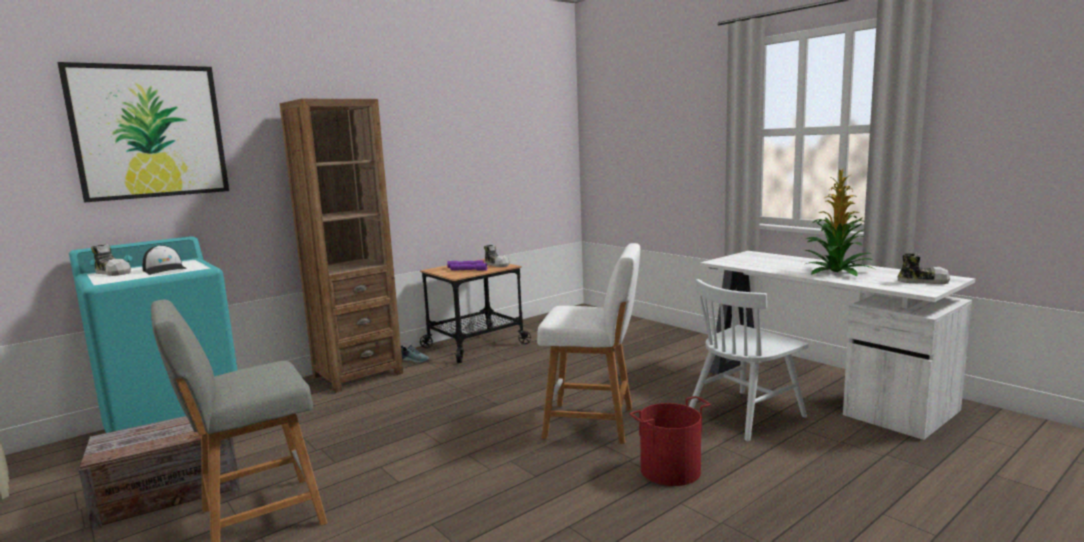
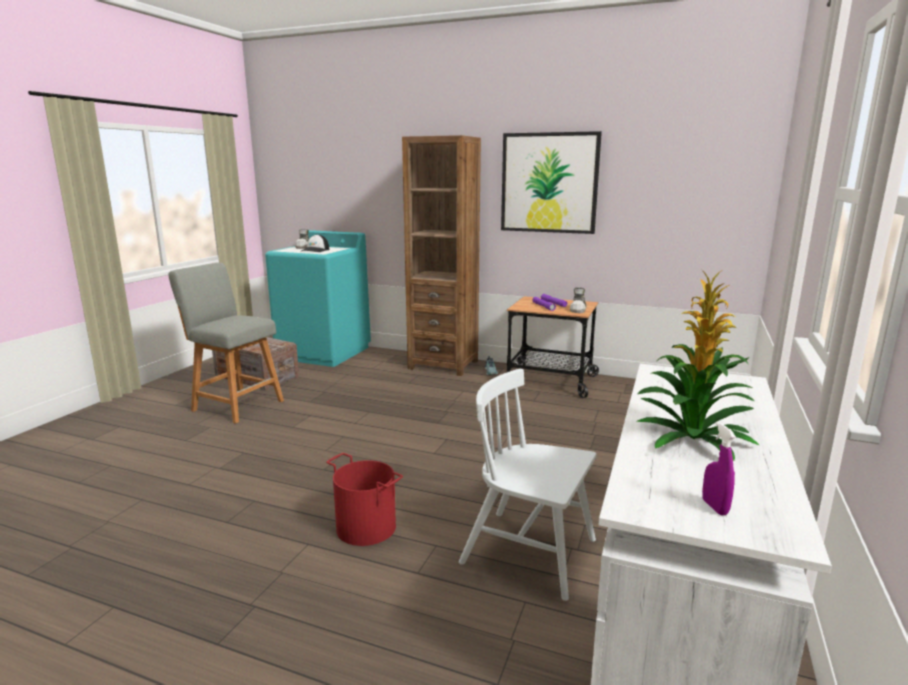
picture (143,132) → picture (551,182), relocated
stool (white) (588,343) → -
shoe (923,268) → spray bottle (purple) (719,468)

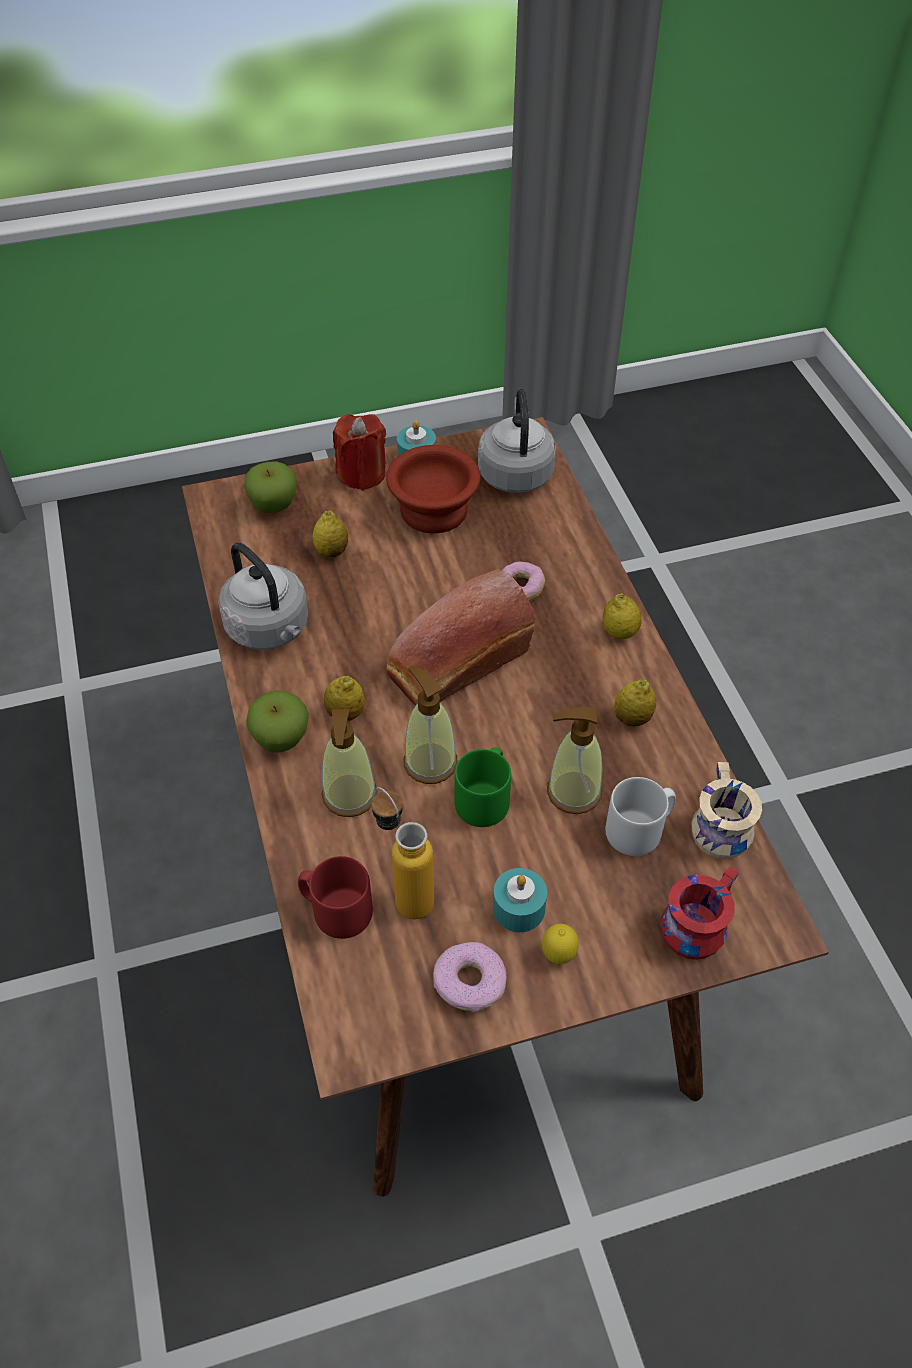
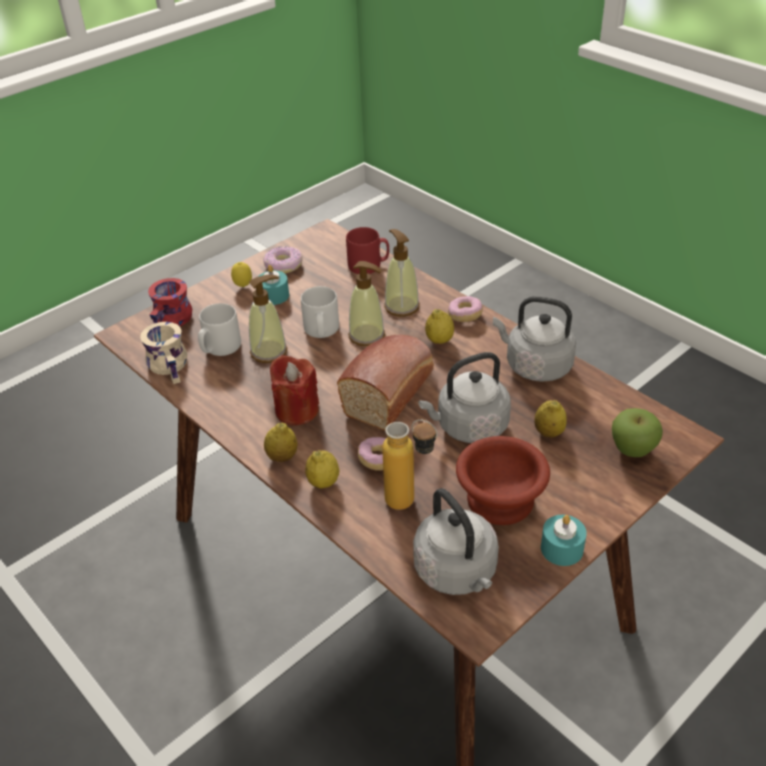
apple (277,721) → donut (465,309)
candle (red) (359,452) → candle (red) (294,390), relocated
bottle (403,853) → bottle (409,464), relocated
mug (green) (482,787) → mug (grey) (320,312)
lemon (635,702) → lemon (322,469), relocated
- → kettle (grey) (464,397)

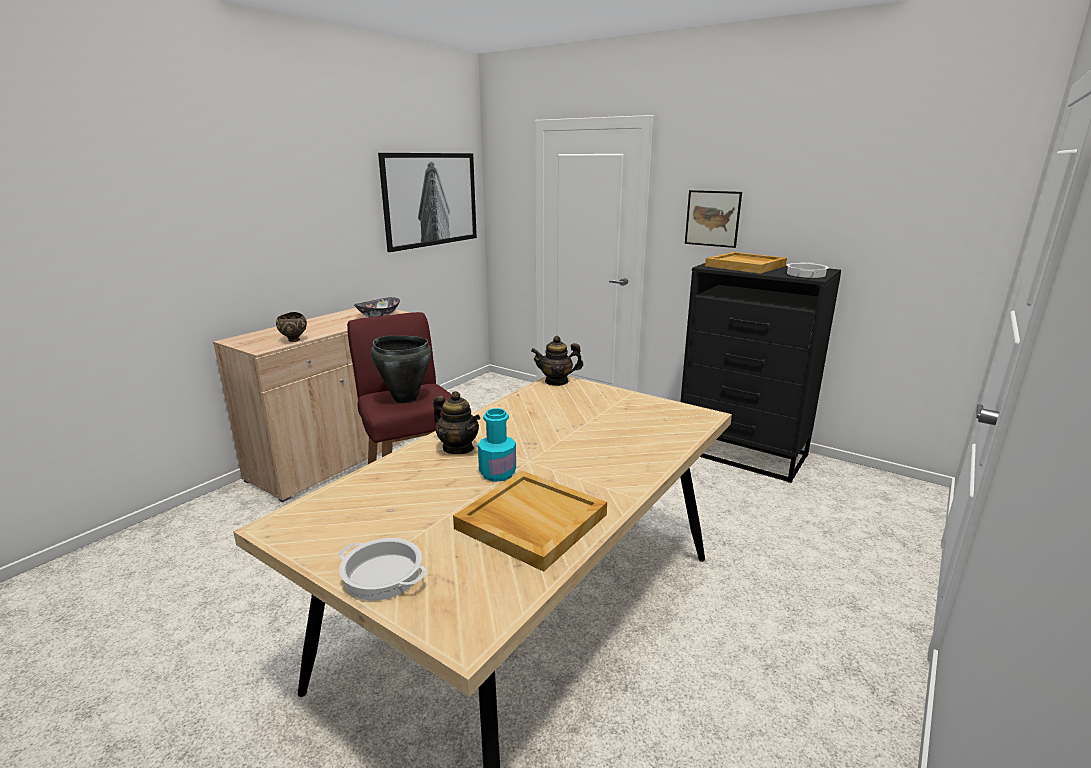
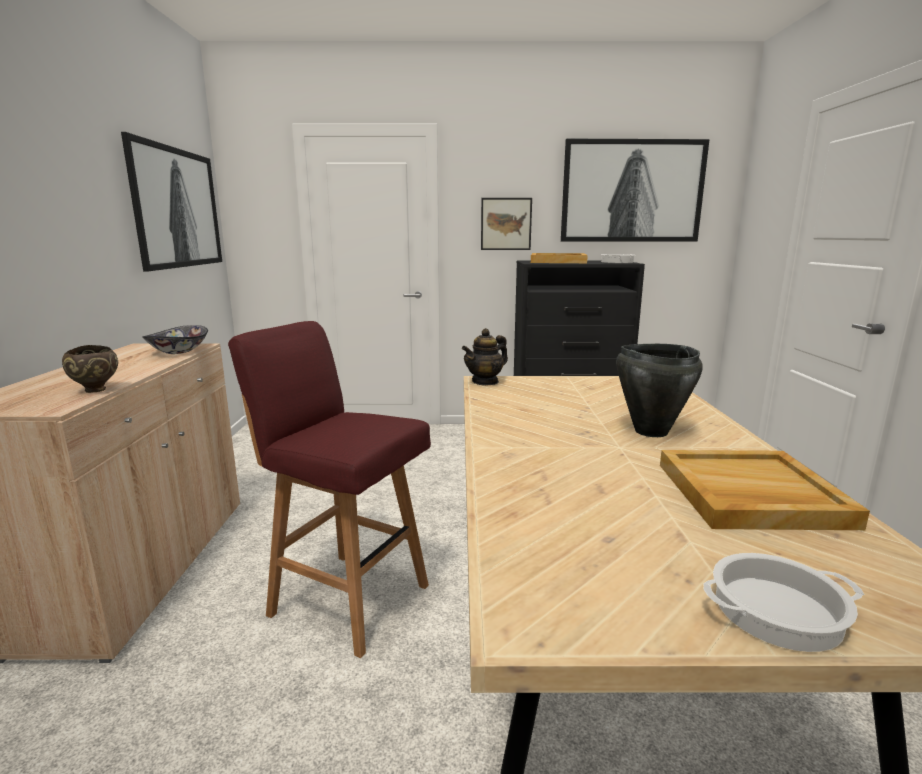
cooking pot (black) (401,369) → cooking pot (black) (659,390), relocated
teapot (456,422) → -
bottle (turquoise) (497,445) → -
- → picture (635,190)

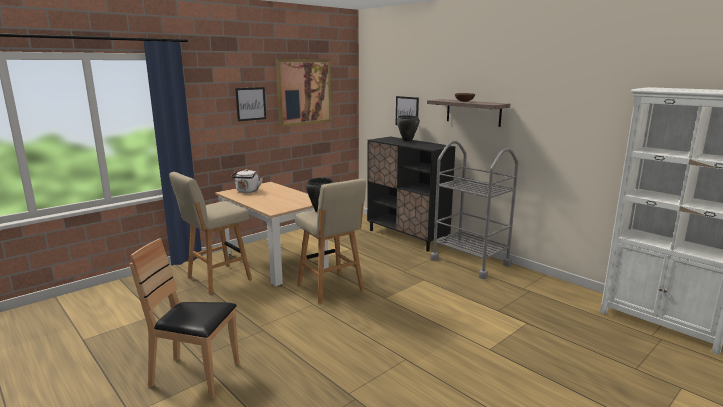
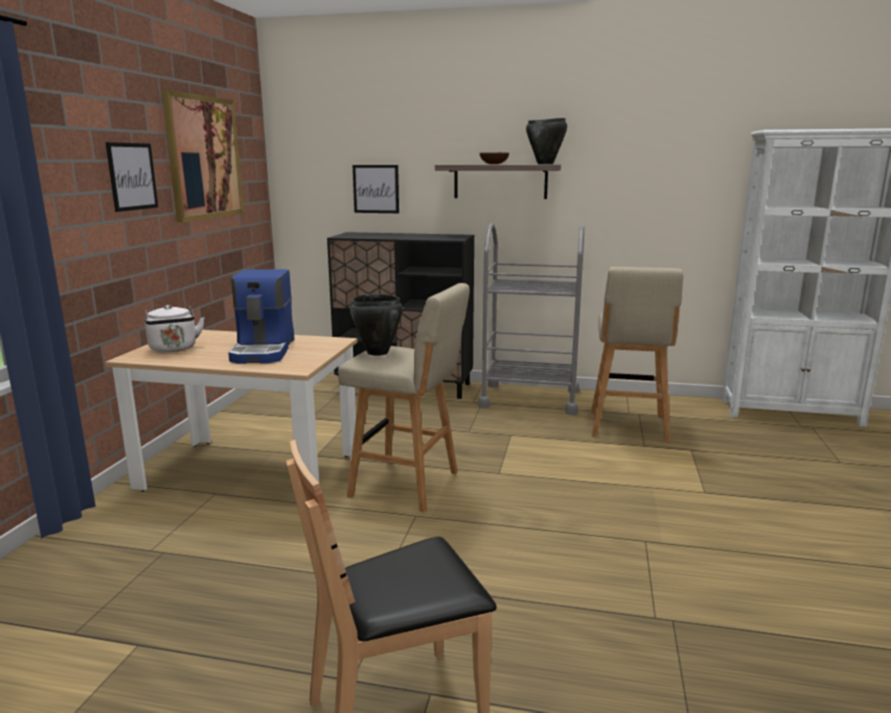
stool (beige) (210,233) → stool (beige) (637,355), relocated
cooking pot (black) (408,128) → cooking pot (black) (546,141), relocated
- → coffee machine (261,316)

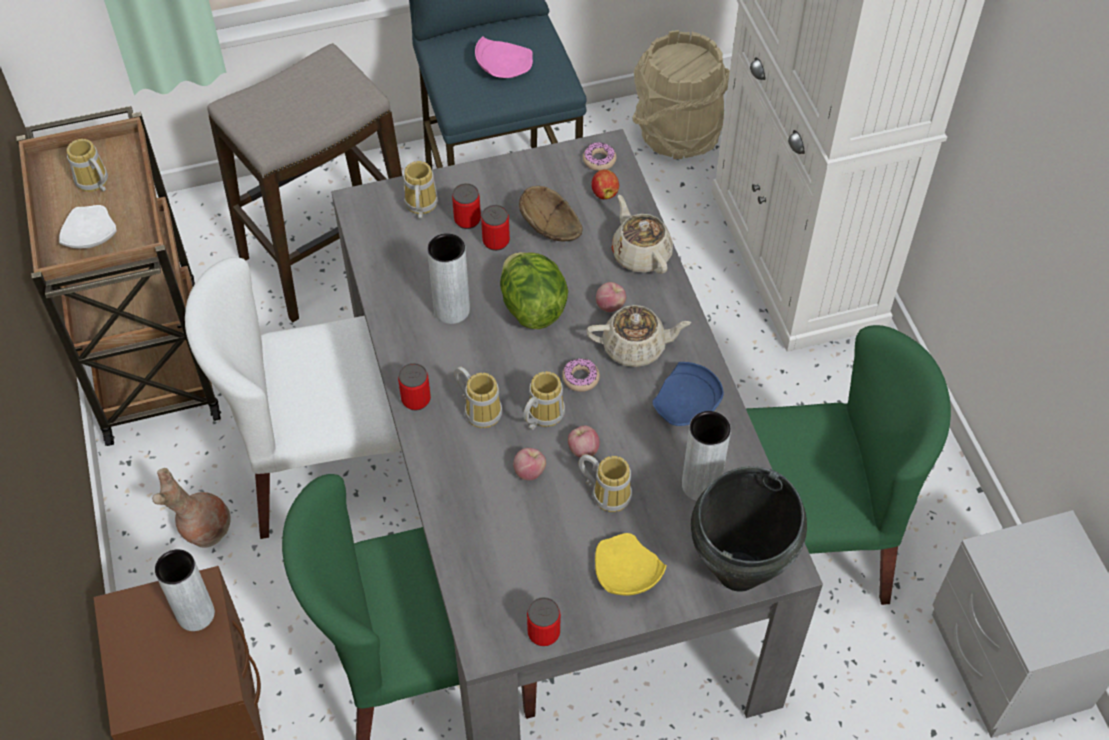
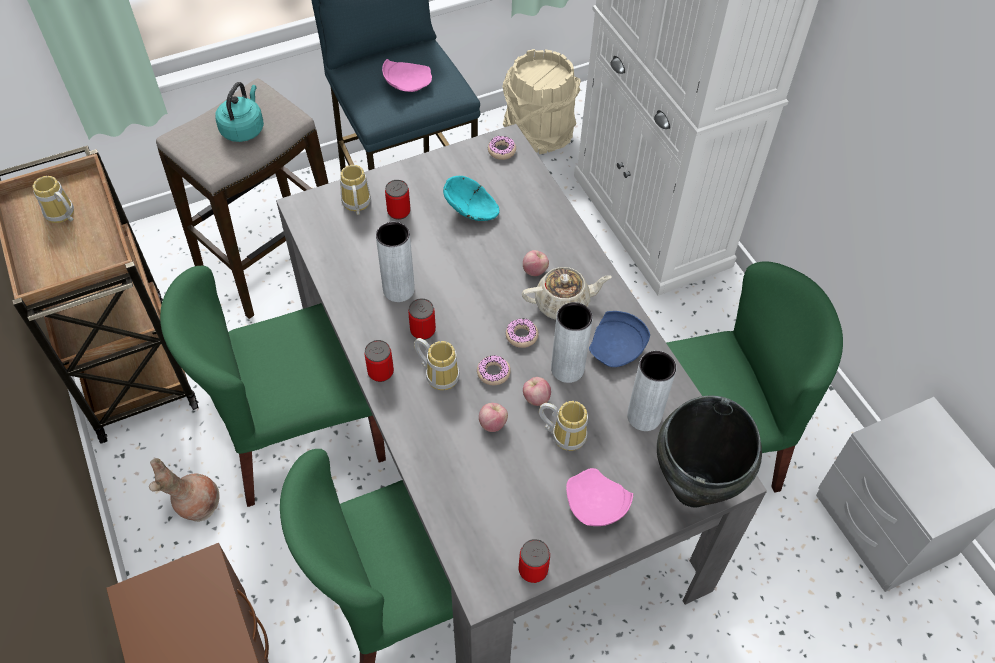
plate (white) (88,227) → -
vase (grey) (185,590) → vase (grey) (572,342), relocated
chair (white) (293,398) → chair (green) (273,386)
can (495,228) → can (422,319), relocated
lettuce (534,290) → -
bowl (brown) (551,213) → bowl (turquoise) (471,198)
mug (544,400) → donut (494,370)
apple (605,184) → -
plate (yellow) (631,564) → plate (pink) (599,497)
teapot (beige) (642,234) → -
- → kettle (turquoise) (239,112)

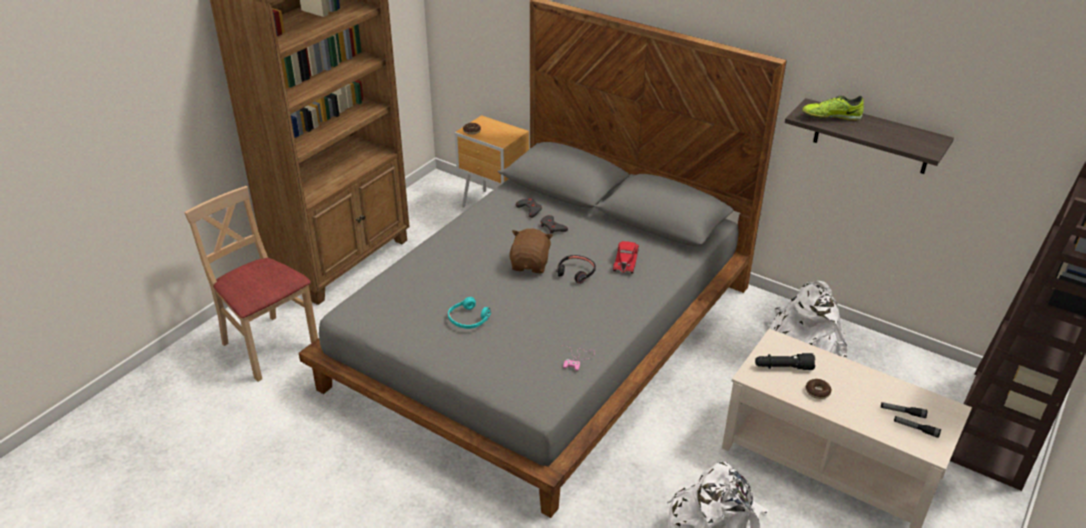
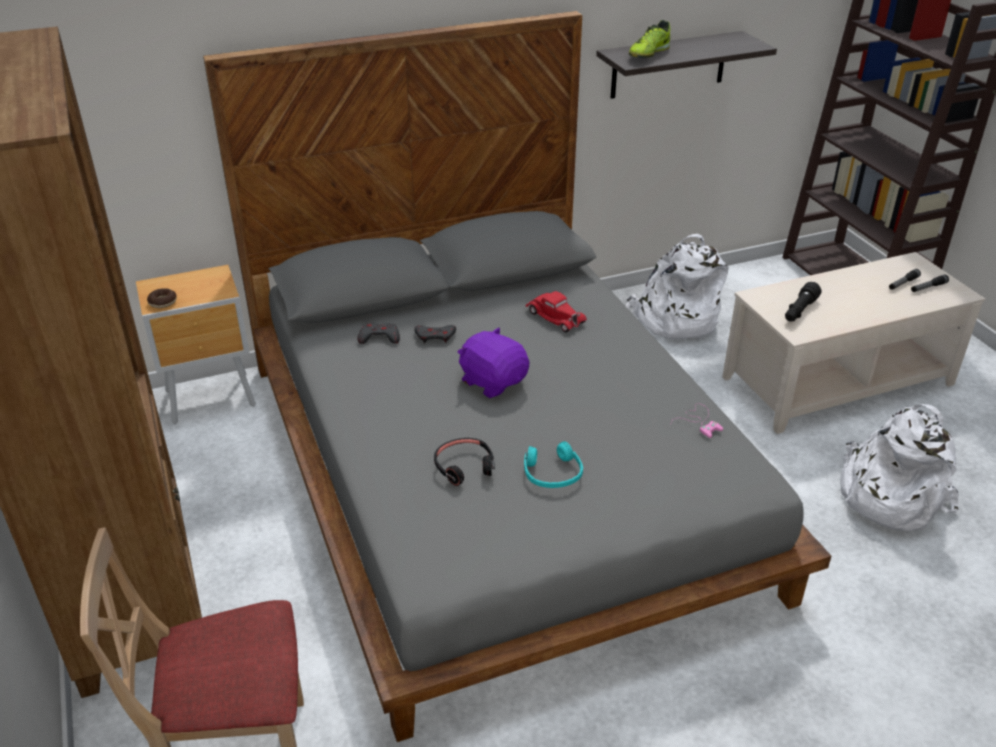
plush toy (brown) (531,251) → plush toy (purple) (493,363)
headphones (black) (576,269) → headphones (black) (464,462), relocated
donut (819,389) → -

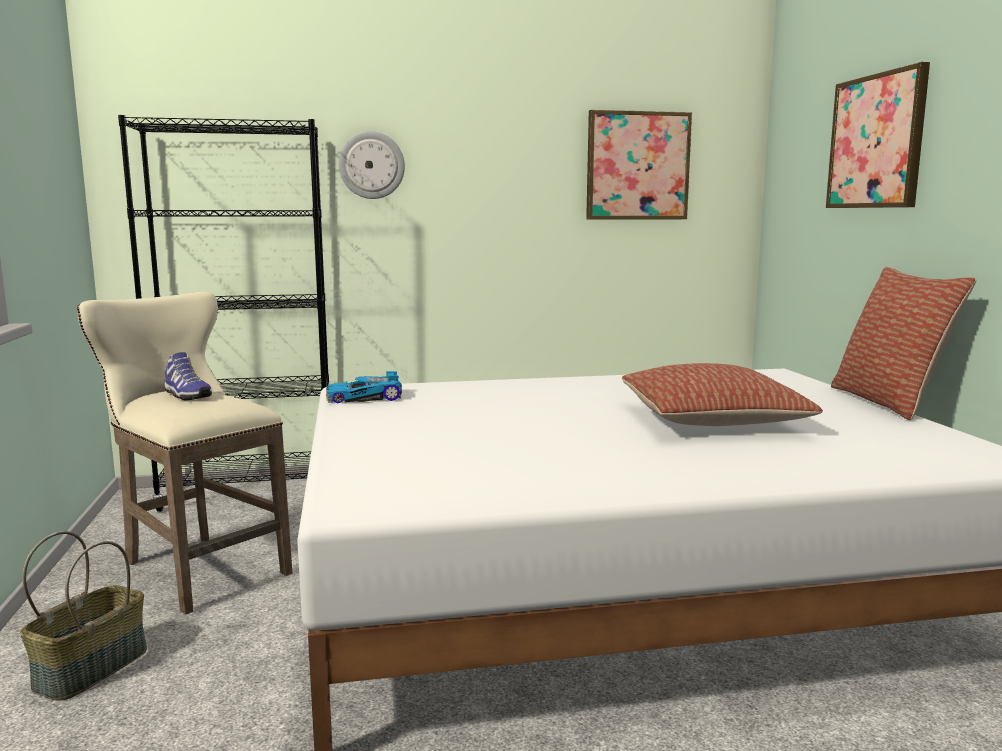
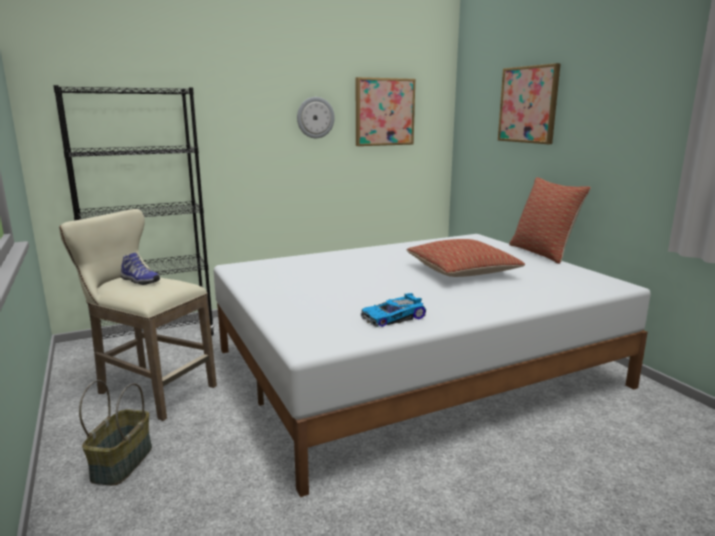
toy car (364,387) → toy car (393,310), relocated
wall clock (372,165) → wall clock (316,117), relocated

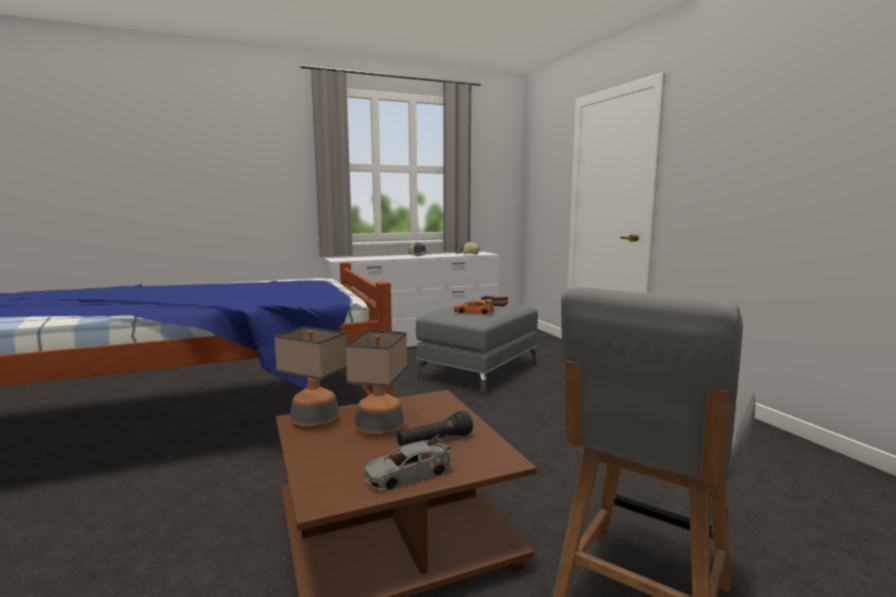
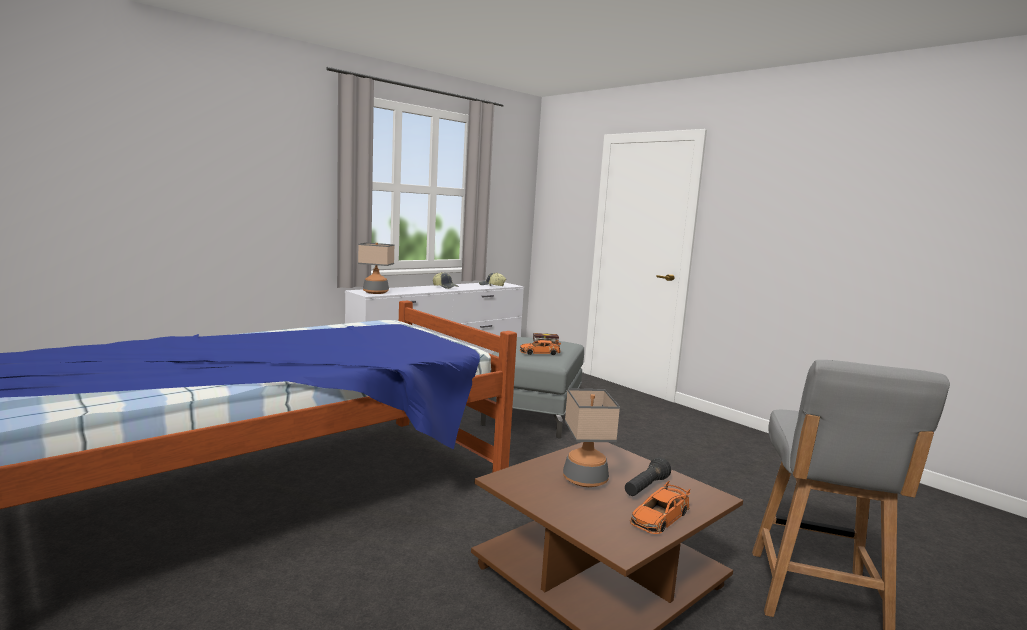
table lamp (310,377) → table lamp (376,268), relocated
toy car (grey) (408,462) → toy car (orange) (660,507)

